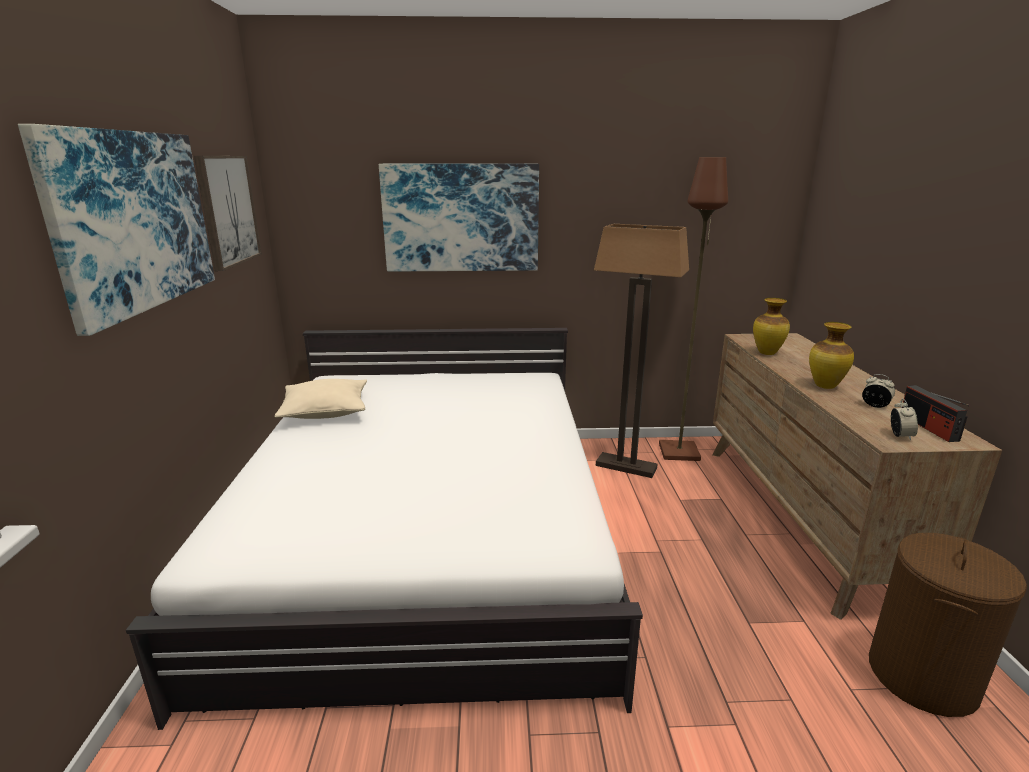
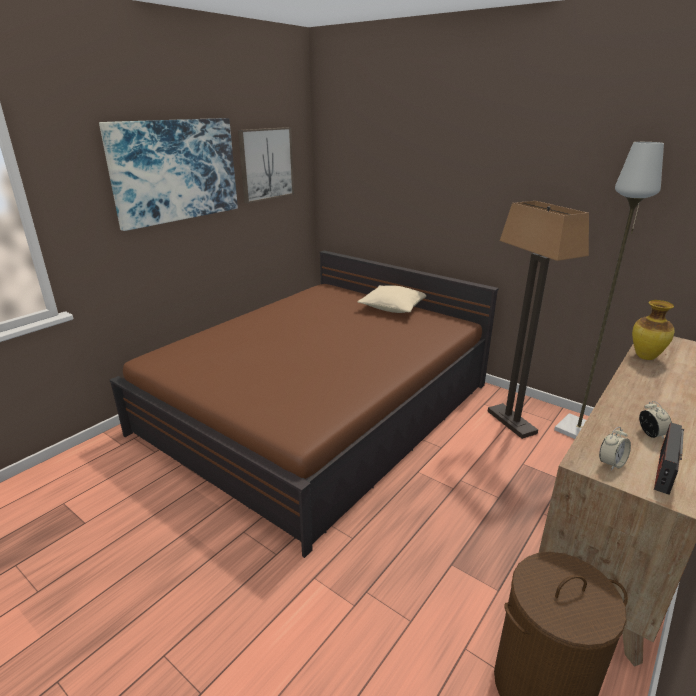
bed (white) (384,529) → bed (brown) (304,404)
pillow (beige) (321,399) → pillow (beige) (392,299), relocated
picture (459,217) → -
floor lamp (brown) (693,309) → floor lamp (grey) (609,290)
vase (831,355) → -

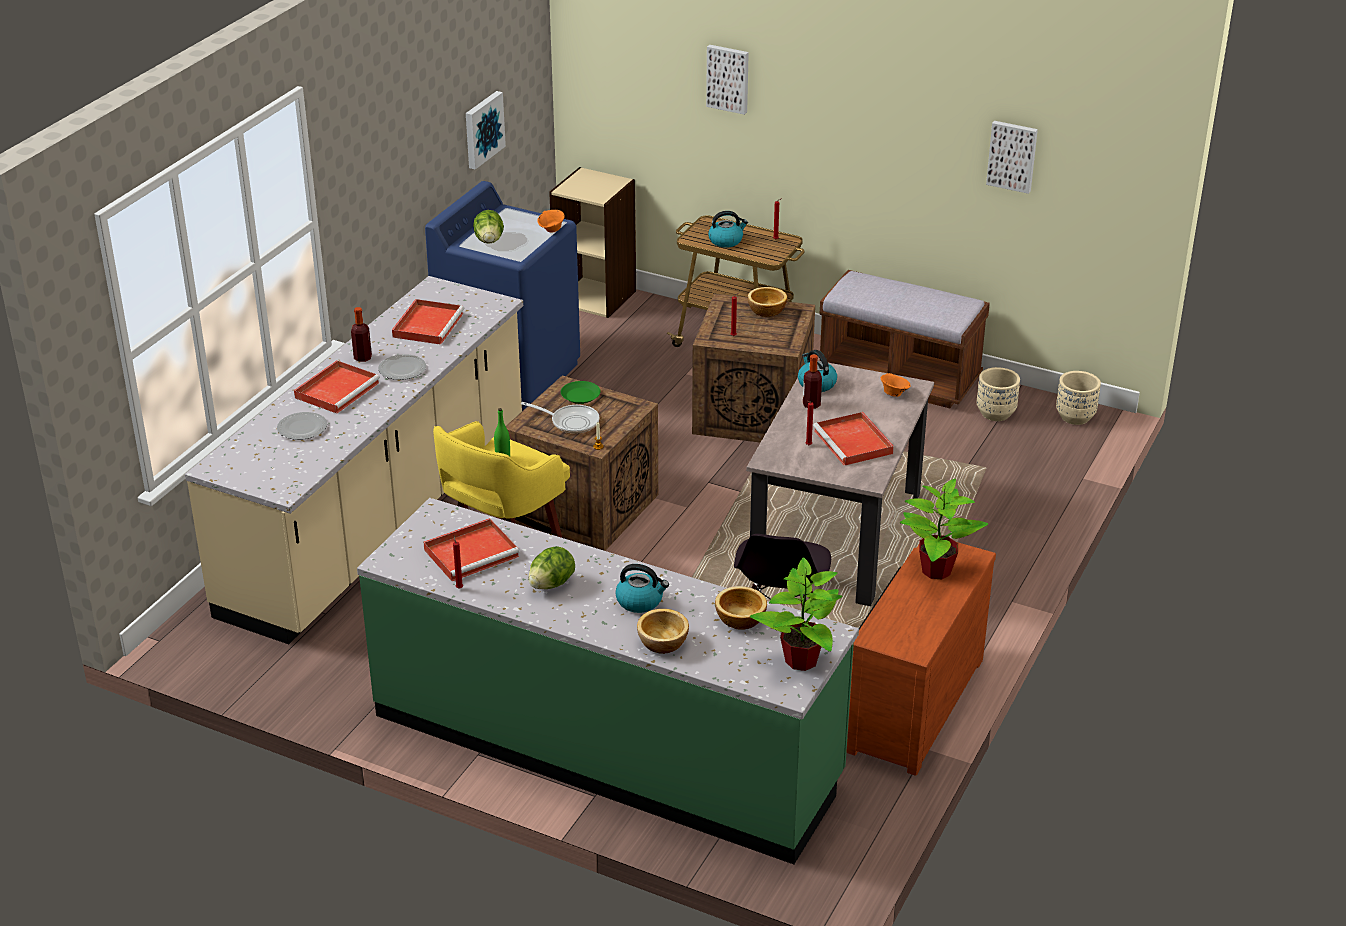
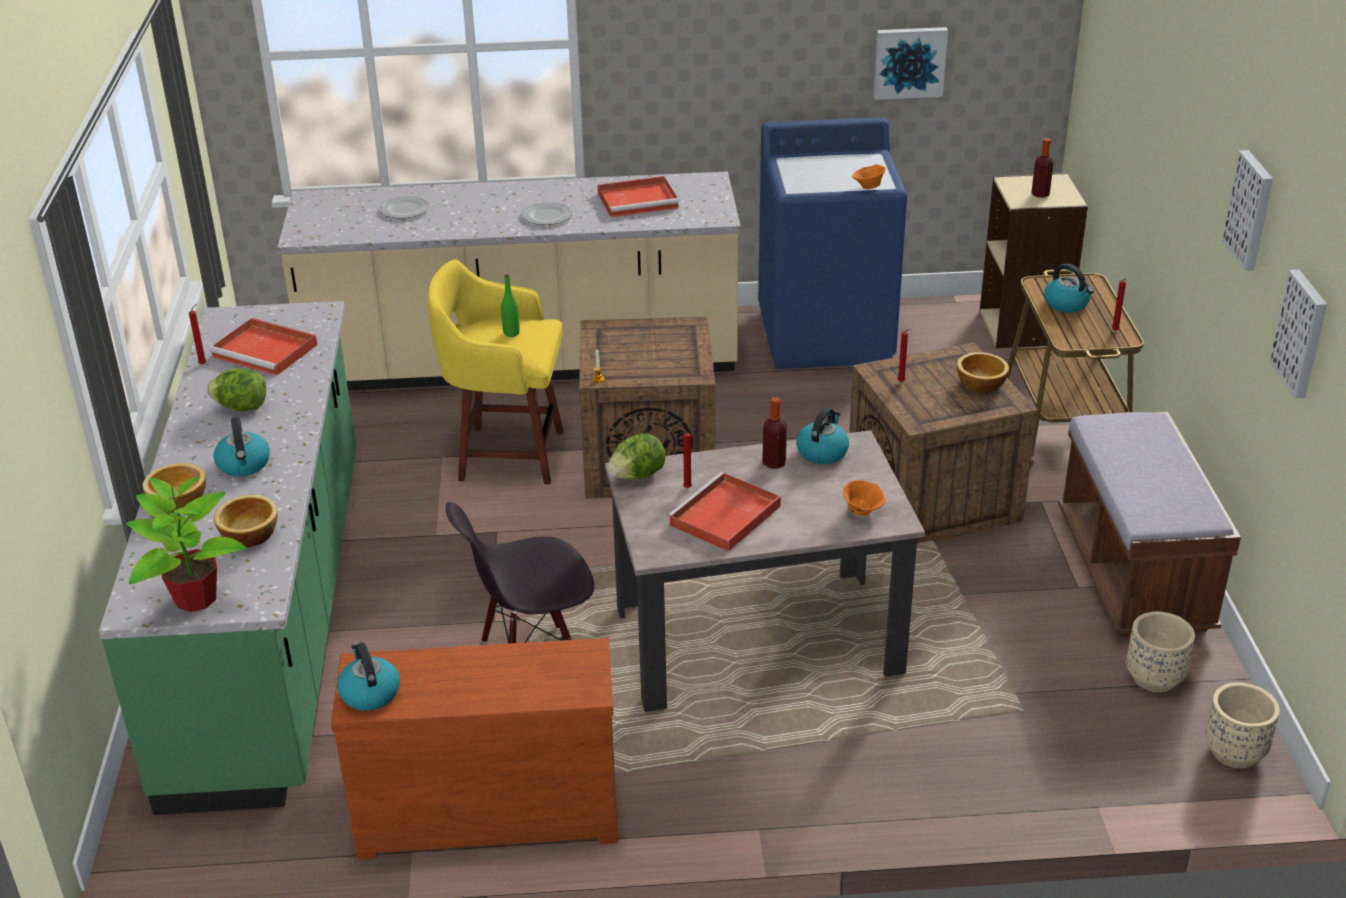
tray (red) (337,387) → -
bottle (361,334) → bottle (1042,168), relocated
lettuce (488,227) → lettuce (637,457), relocated
frying pan (560,418) → -
plate (green) (581,392) → -
picture (727,80) → picture (1247,210), relocated
potted plant (944,528) → -
- → kettle (368,676)

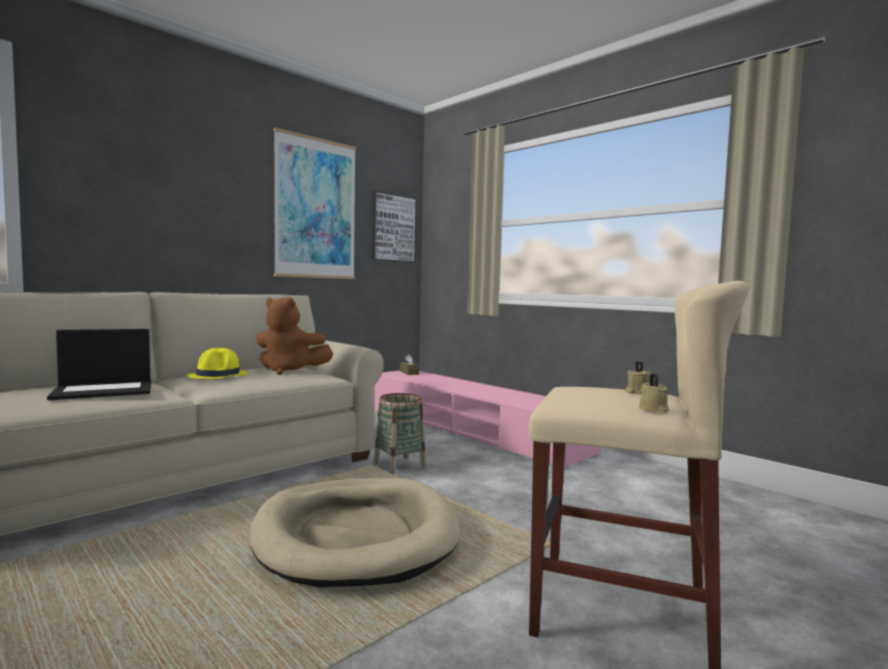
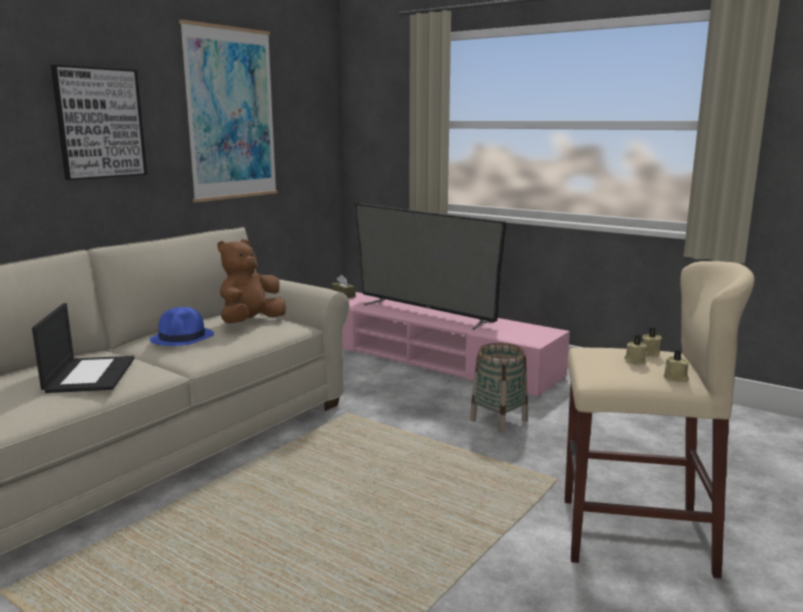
laptop (99,364) → laptop (83,348), 60 degrees counterclockwise
hat (yellow) (217,363) → hat (blue) (181,326)
dog bed (beige) (355,532) → -
plush toy (brown) (294,336) → plush toy (brown) (251,281), 120 degrees clockwise
picture (394,227) → picture (99,122), relocated
basket (400,433) → basket (499,388), relocated
- → television (430,266)
- → candle (beige) (635,350)

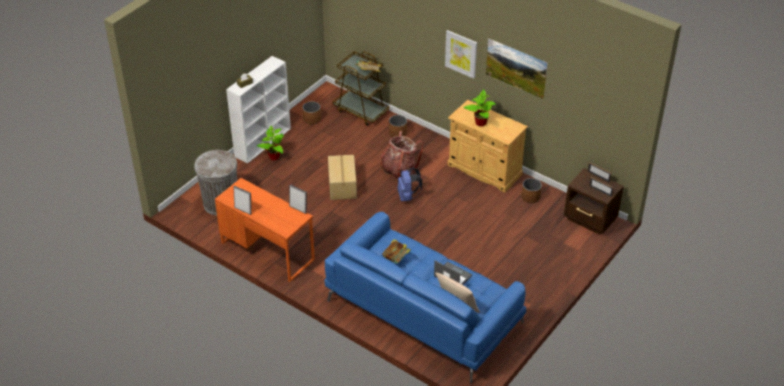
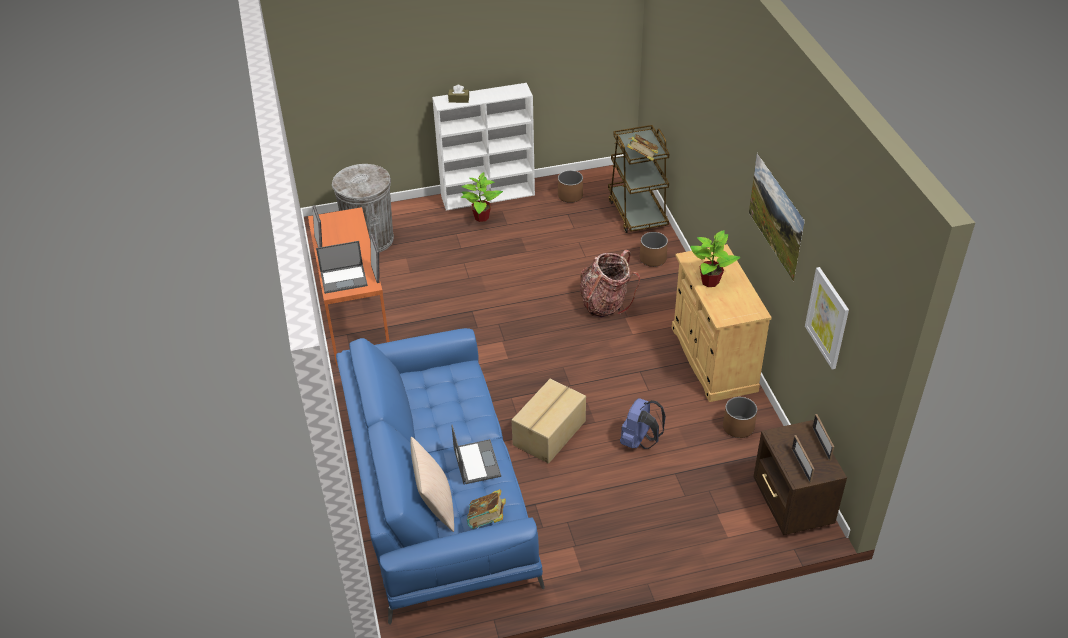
cardboard box (342,177) → cardboard box (549,421), relocated
book (396,251) → book (486,509), relocated
backpack (blue) (409,184) → backpack (blue) (643,423), relocated
picture (461,54) → picture (827,318), relocated
- → laptop (342,267)

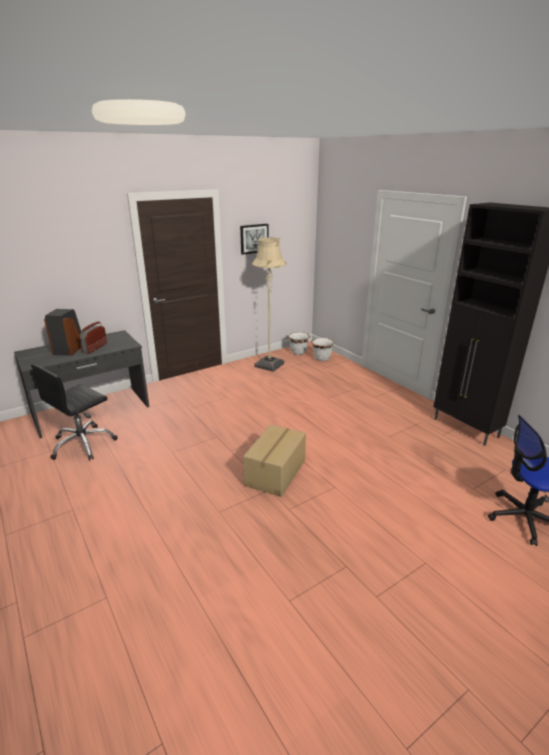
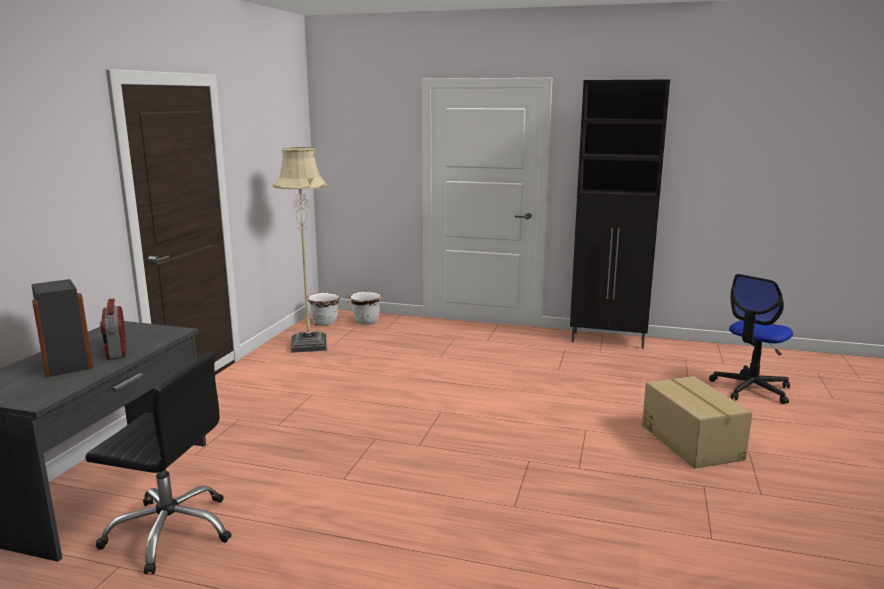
office chair (black) (74,412) → office chair (black) (158,463), 75 degrees counterclockwise
picture (254,239) → -
cardboard box (274,460) → cardboard box (697,422), relocated

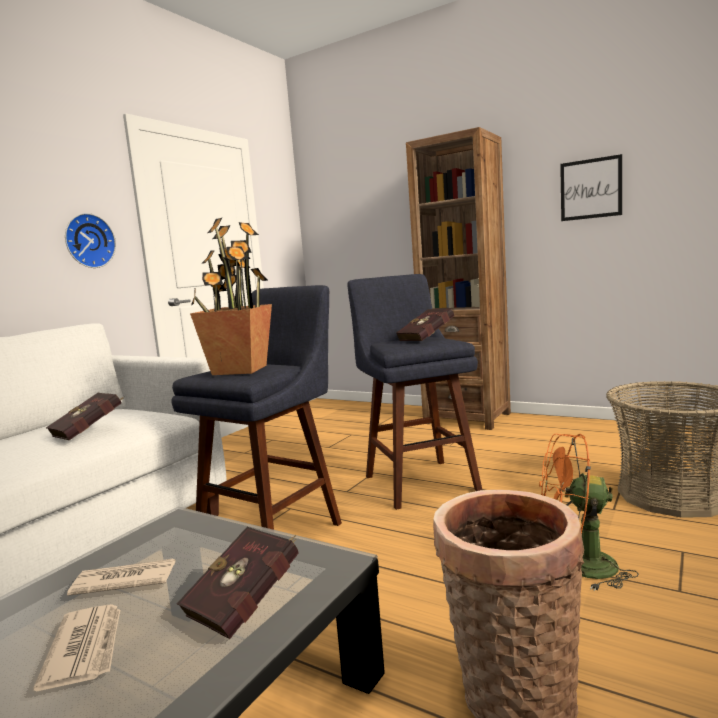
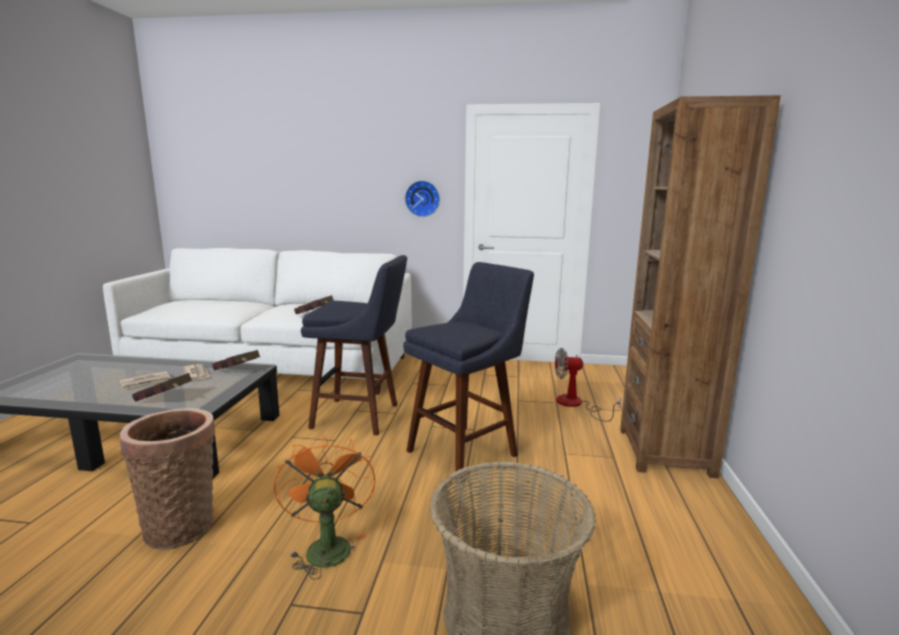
potted plant (231,296) → -
book (red) (425,324) → book (red) (236,360), relocated
picture (591,187) → -
- → fan (588,385)

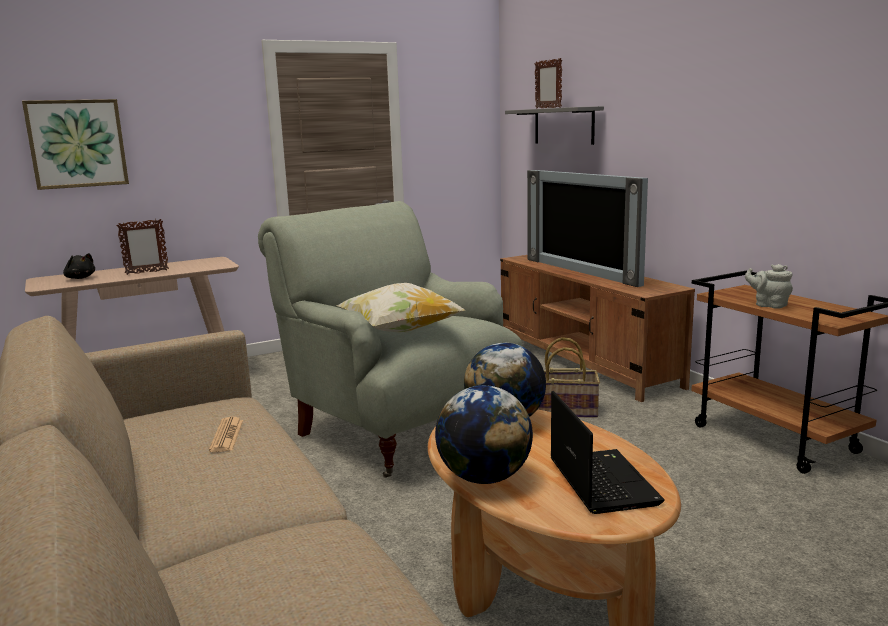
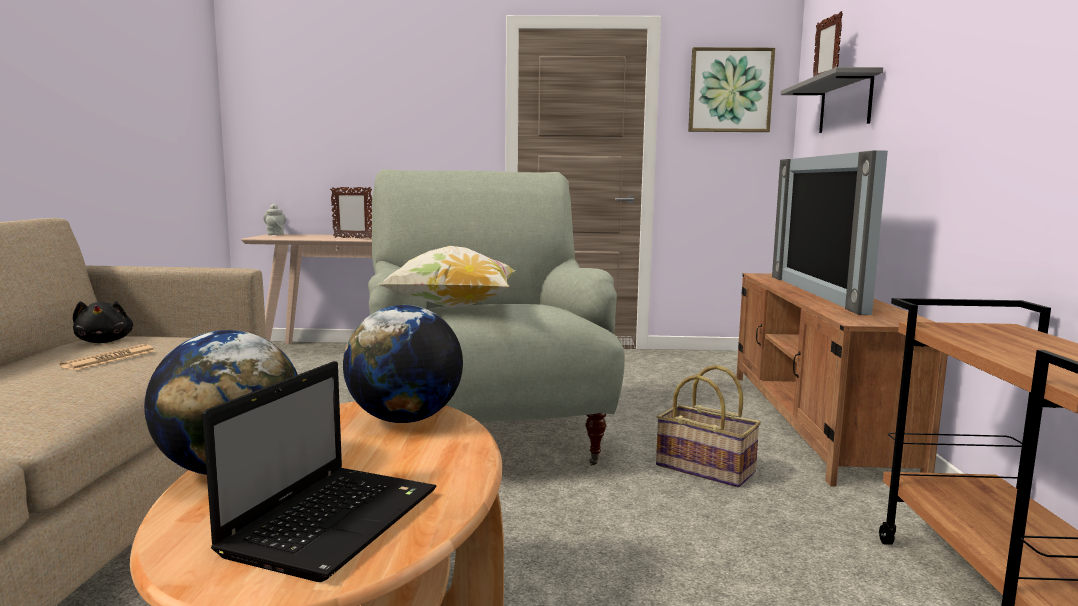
picture (75,144) → picture (731,89), relocated
plush toy (black) (79,266) → plush toy (black) (103,322), relocated
teapot (grey) (769,286) → teapot (grey) (274,219), relocated

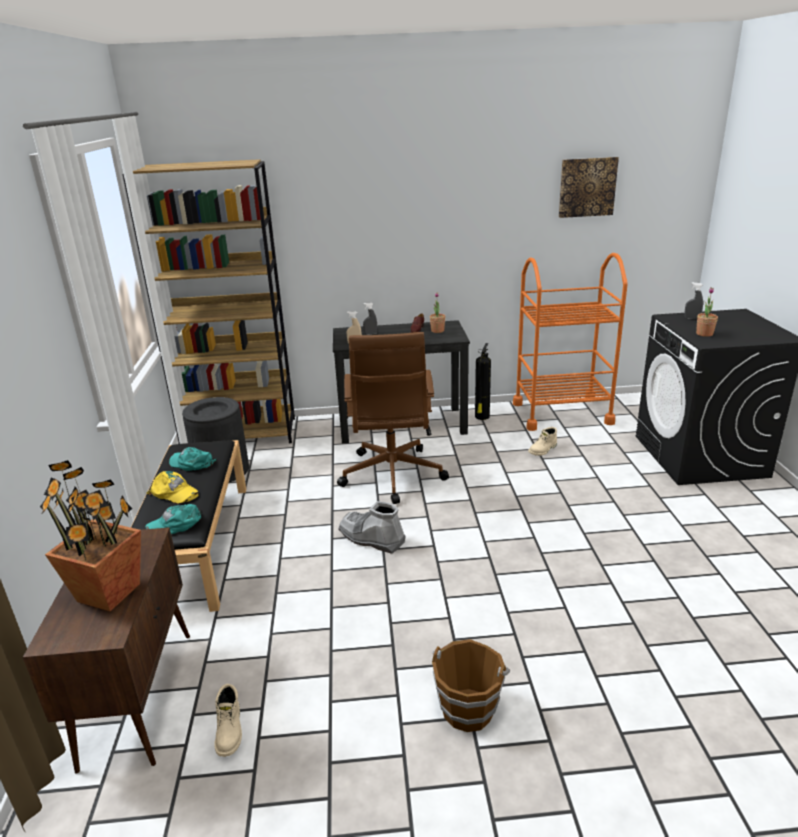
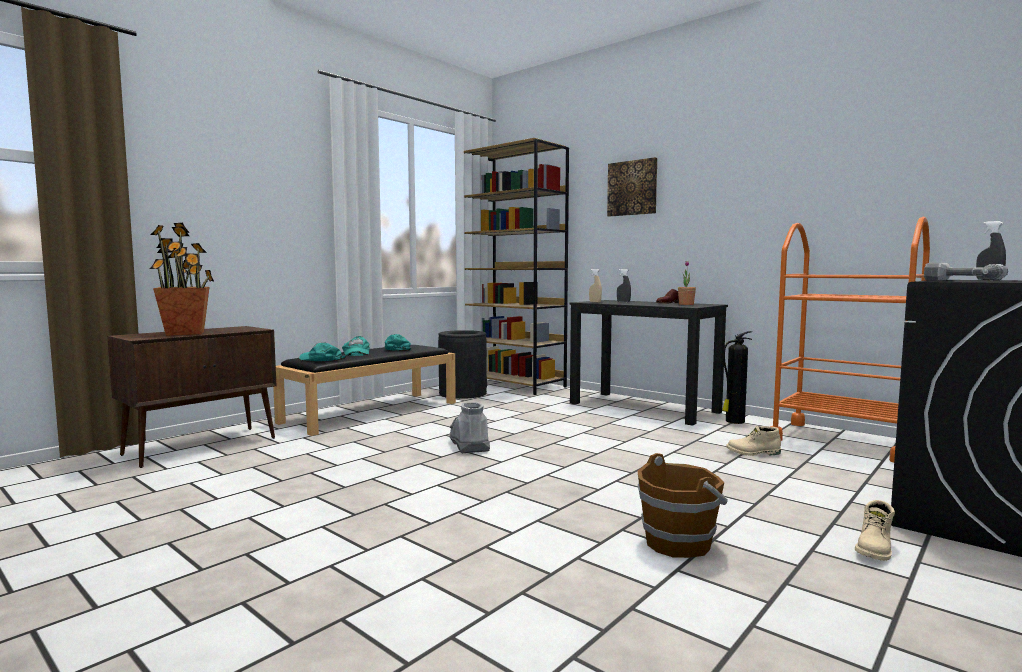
cap (yellow) (172,487) → cap (turquoise) (356,346)
boot (beige) (228,720) → boot (beige) (875,530), relocated
office chair (brown) (393,418) → -
bucket (brown) (471,685) → bucket (brown) (682,505), relocated
picture (589,187) → picture (632,186), relocated
potted plant (707,312) → power drill (966,272)

